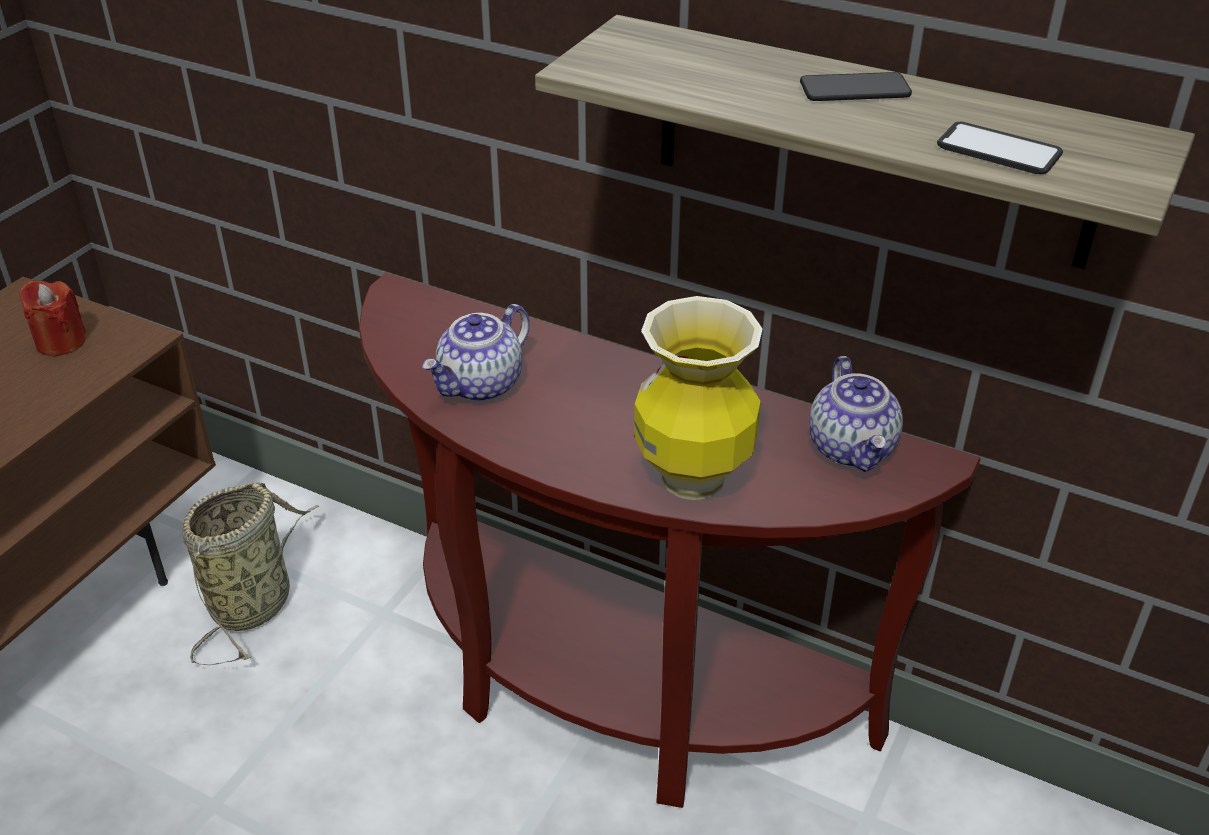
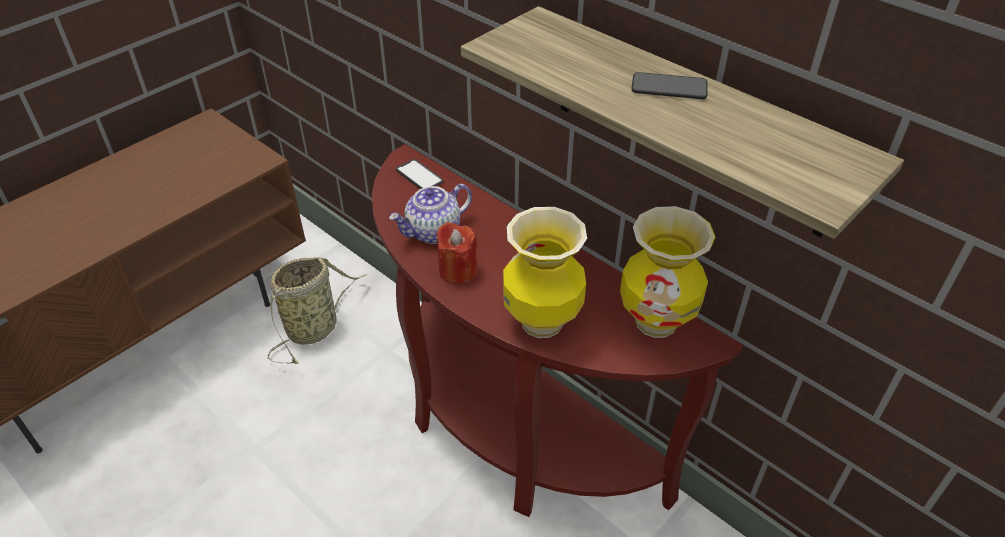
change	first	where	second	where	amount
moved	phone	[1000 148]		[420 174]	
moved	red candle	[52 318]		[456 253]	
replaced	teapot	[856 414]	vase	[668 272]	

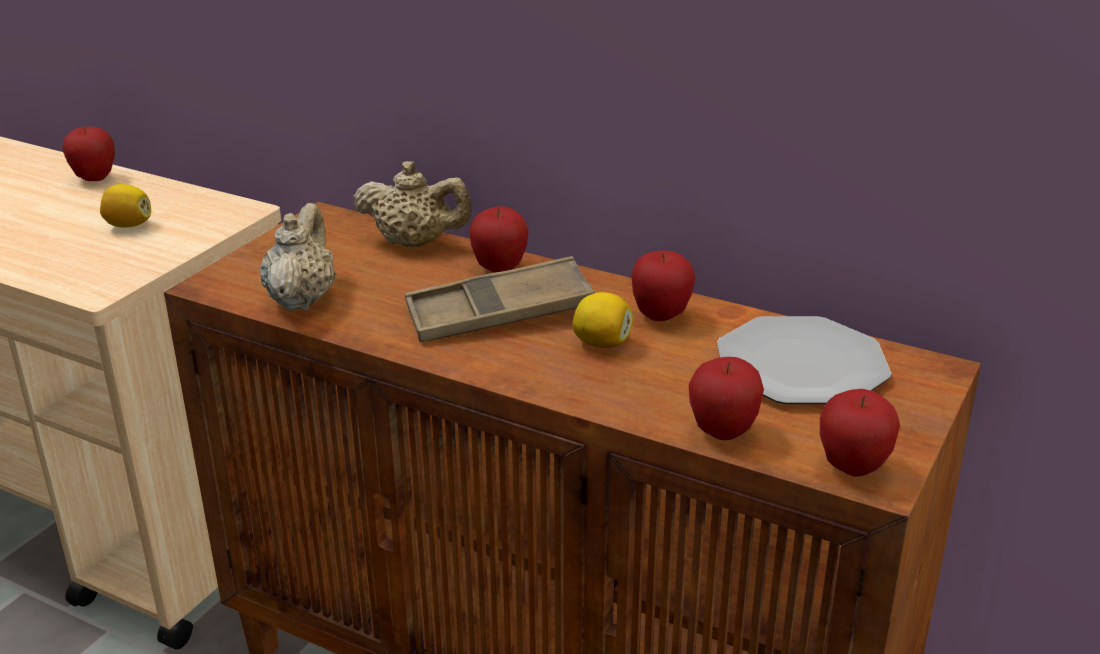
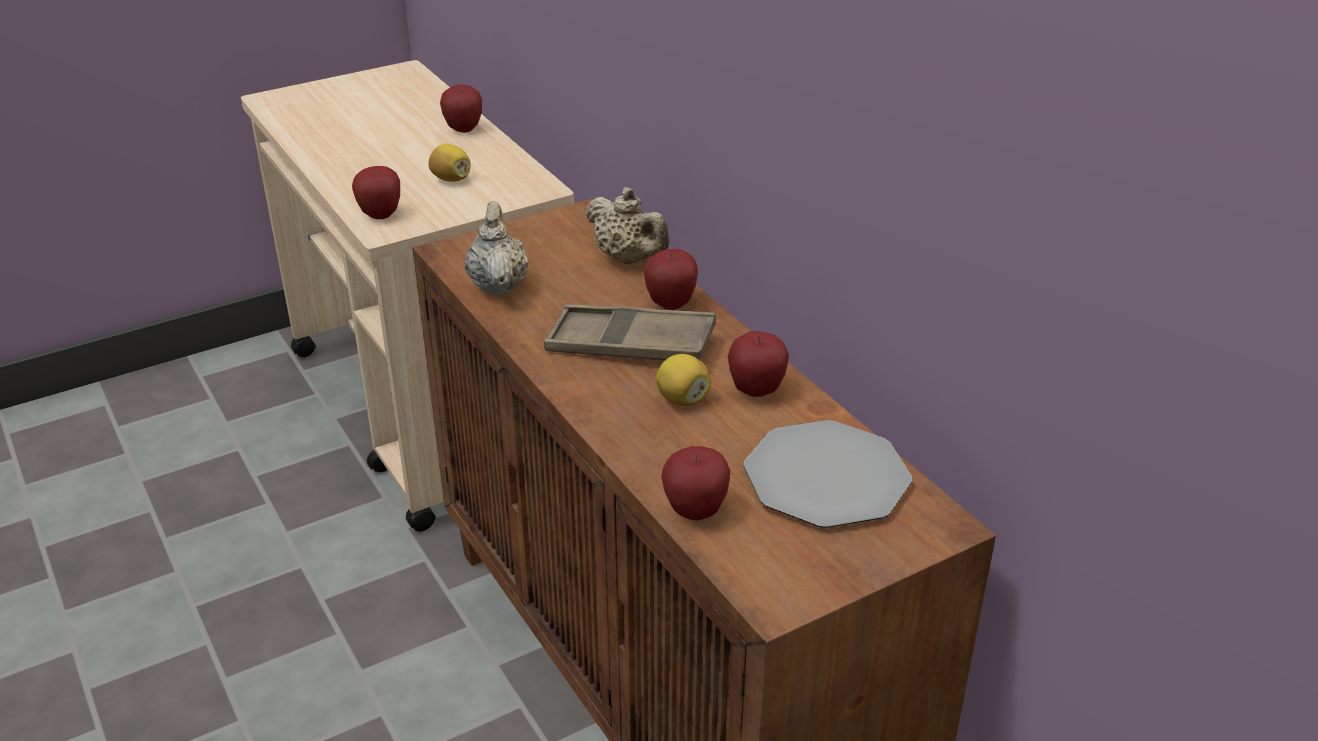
change	first	where	second	where	amount
moved	apple	[860 433]		[376 192]	
turned	beige teapot	[298 257]		[496 248]	45 degrees counterclockwise

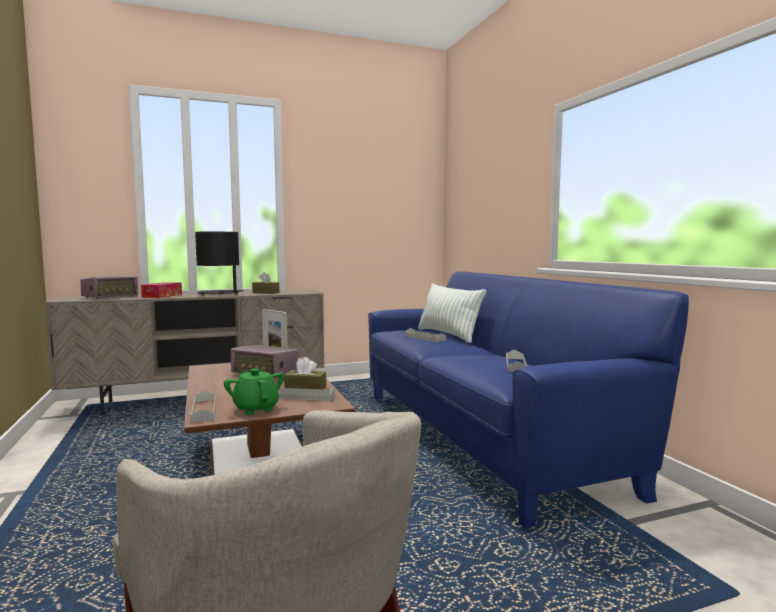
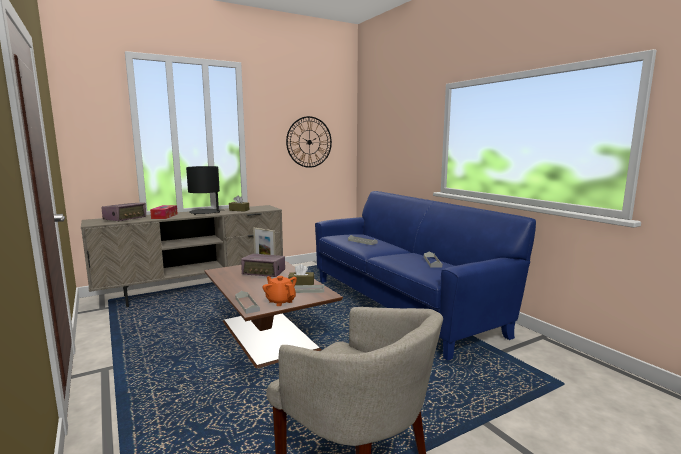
change	first	where	second	where	amount
recoloured	green teapot	[254 391]	orange teapot	[280 291]	
added			wall clock	[309 142]	
removed	pillow	[452 313]			

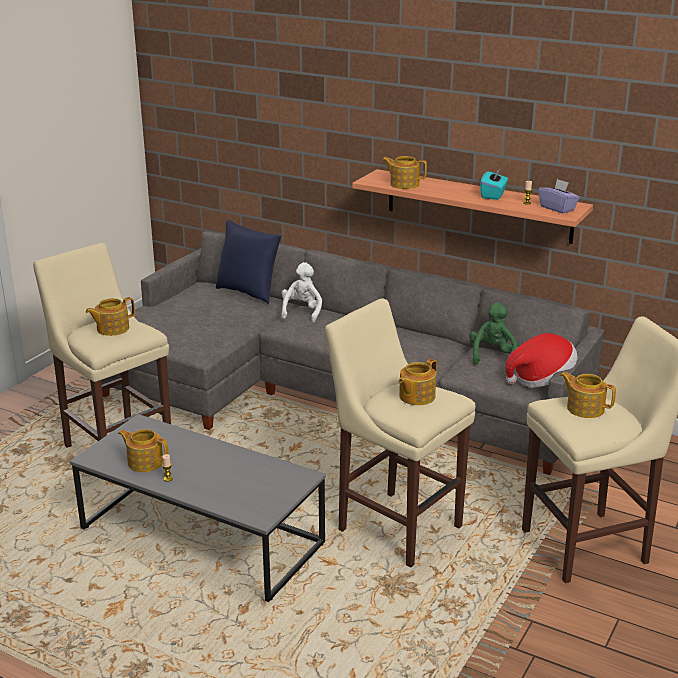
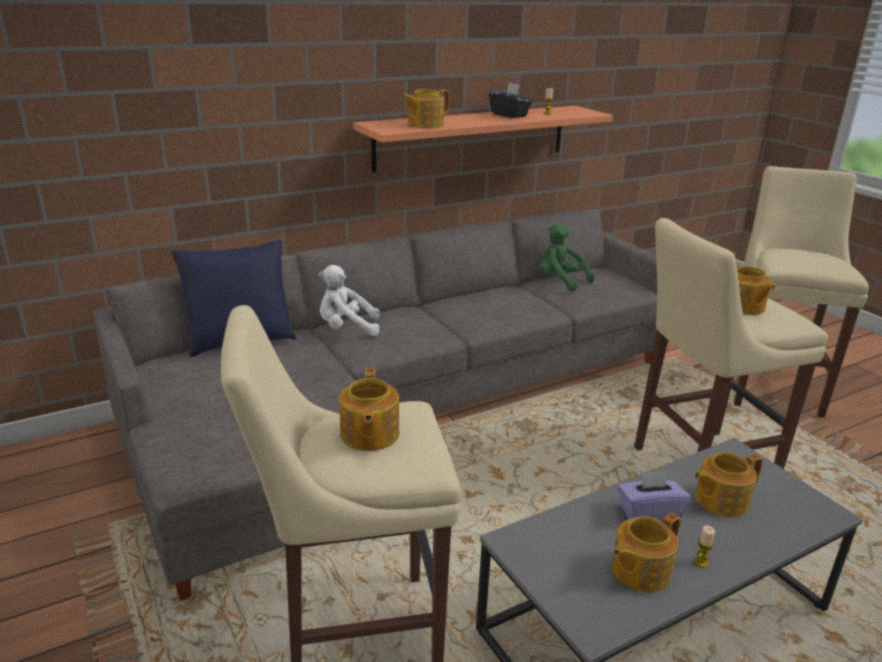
change	first	where	second	where	amount
turned	white plush toy	[301 292]		[349 300]	45 degrees counterclockwise
recoloured	turquoise tissue box	[494 184]	black tissue box	[510 100]	
moved	purple tissue box	[559 196]		[654 496]	
moved	teapot	[588 395]		[728 484]	
removed	hat	[542 360]			

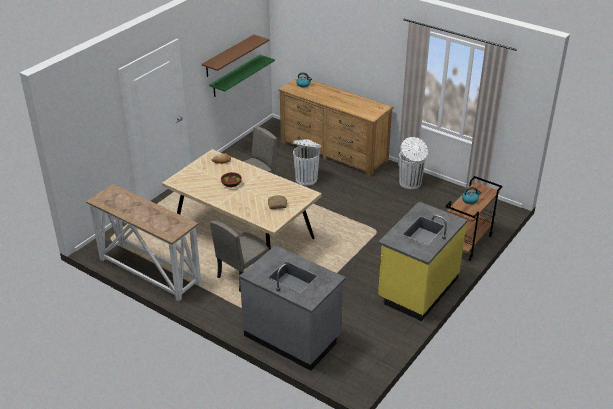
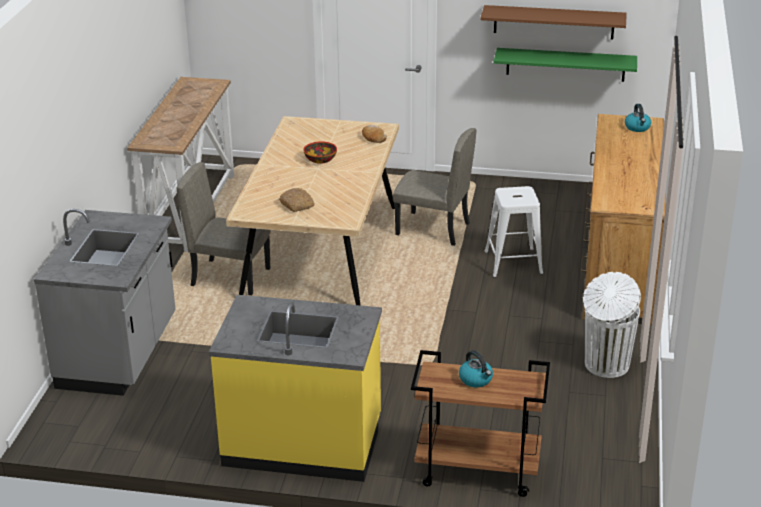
change	first	where	second	where	amount
replaced	white trash can	[307 162]	white stool	[513 232]	

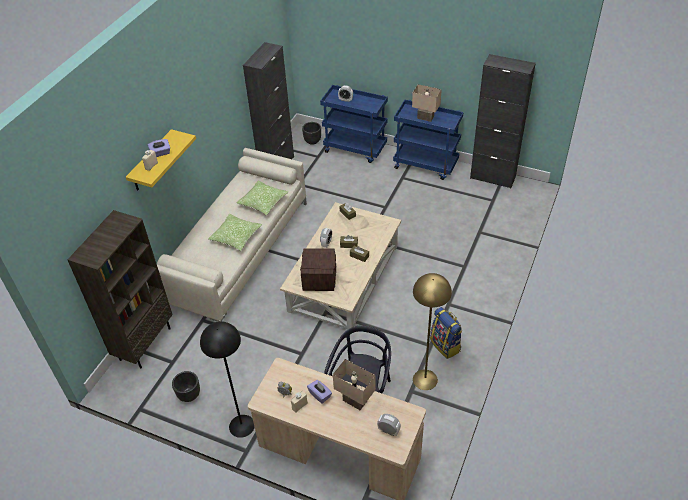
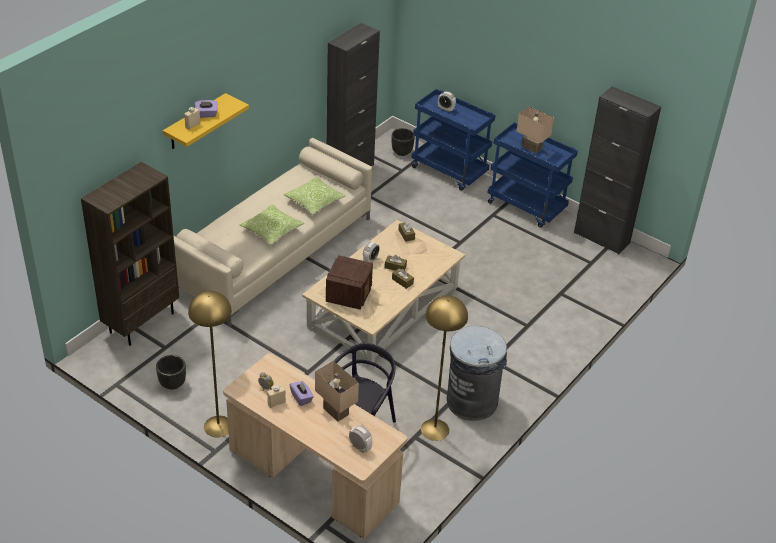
change	first	where	second	where	amount
recoloured	black floor lamp	[227 379]	yellow floor lamp	[210 364]	
replaced	backpack	[446 333]	grey trash can	[477 373]	

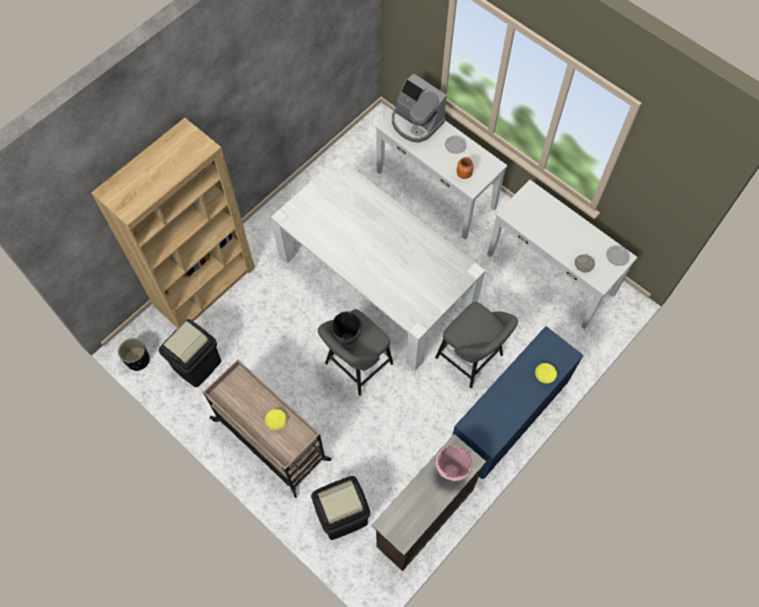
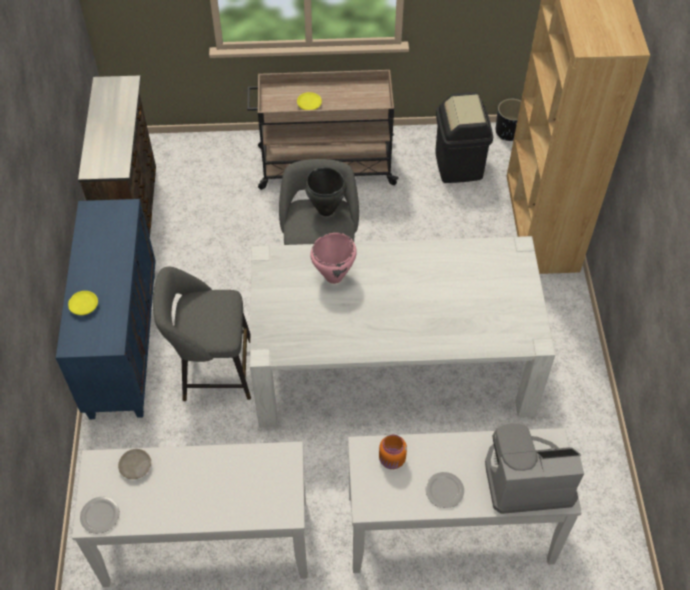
change	first	where	second	where	amount
moved	pink cooking pot	[454 463]		[333 258]	
removed	black trash can	[340 508]			

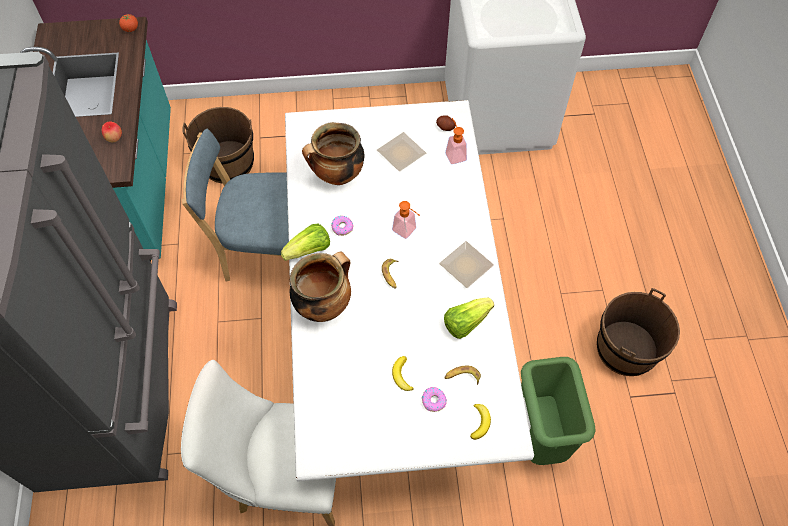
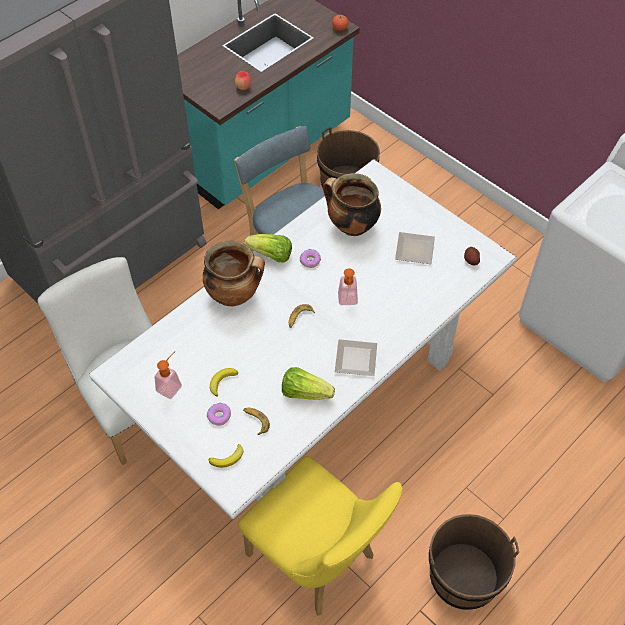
change	first	where	second	where	amount
moved	soap dispenser	[456 141]		[168 375]	
replaced	green trash can	[558 411]	yellow chair	[320 536]	

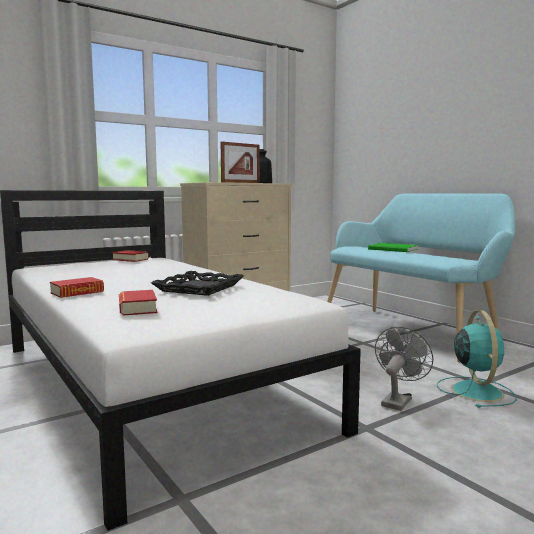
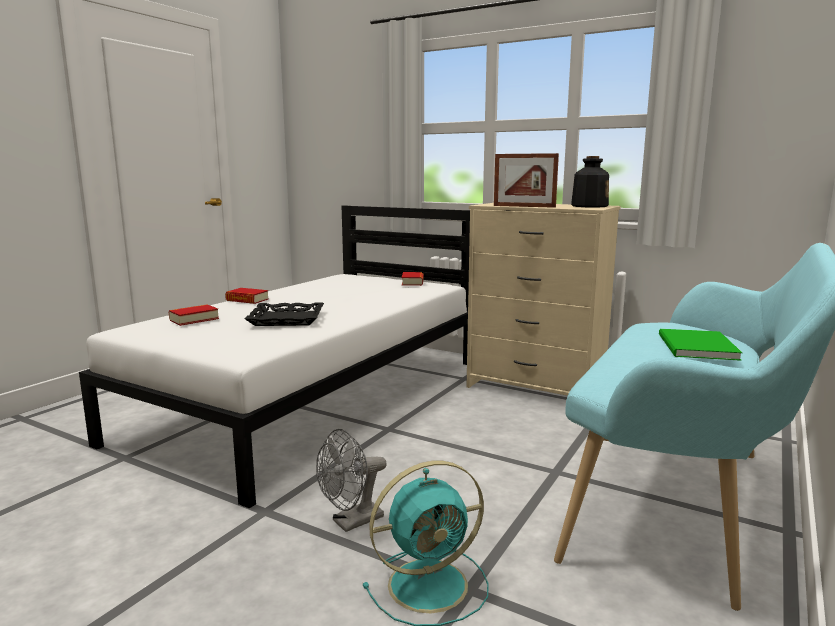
change	first	where	second	where	amount
turned	grey fan	[404 369]		[351 480]	135 degrees clockwise

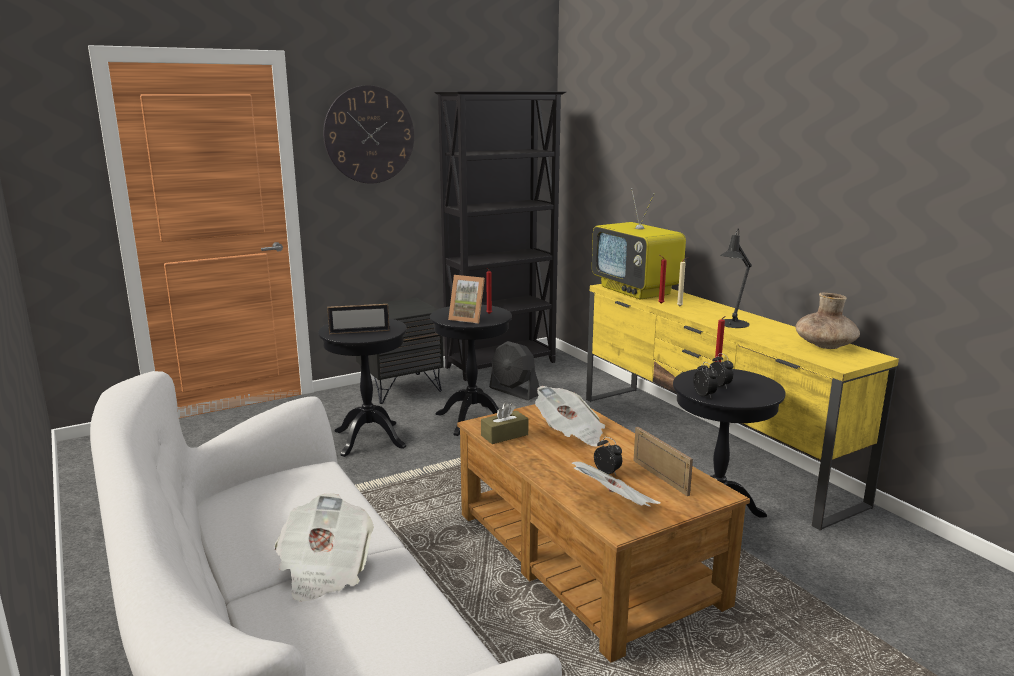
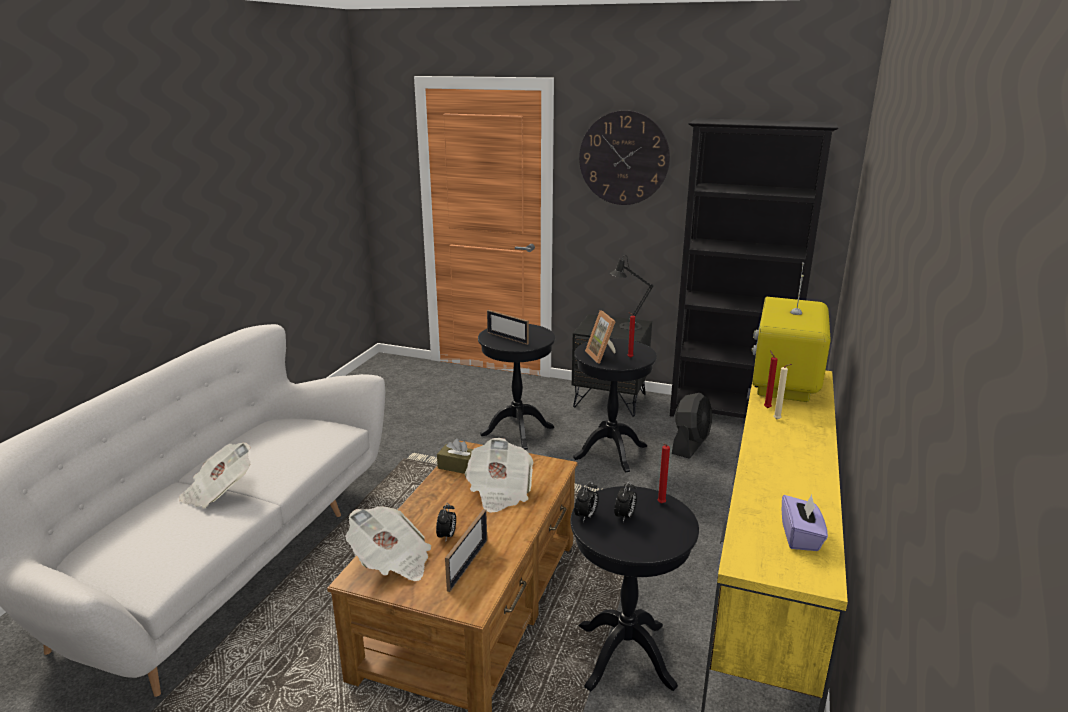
change	first	where	second	where	amount
moved	black table lamp	[736 278]		[631 292]	
turned	black fan	[514 370]		[692 426]	150 degrees counterclockwise
replaced	brown vase	[828 321]	purple tissue box	[805 523]	

